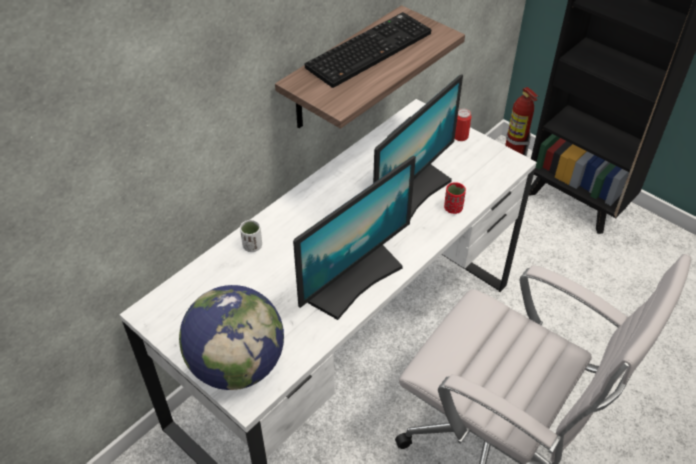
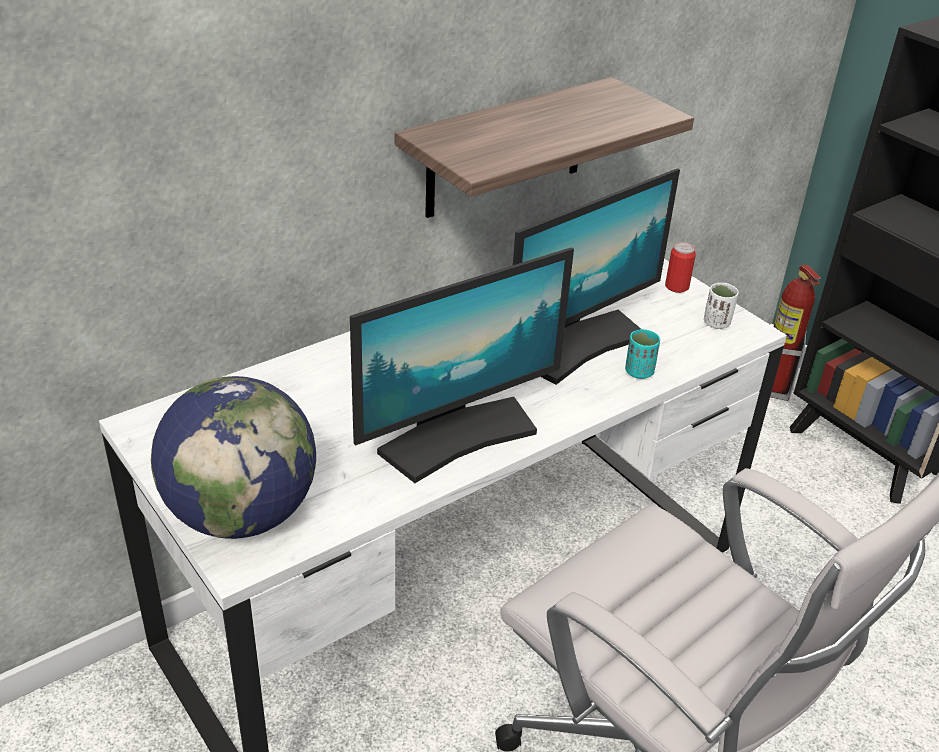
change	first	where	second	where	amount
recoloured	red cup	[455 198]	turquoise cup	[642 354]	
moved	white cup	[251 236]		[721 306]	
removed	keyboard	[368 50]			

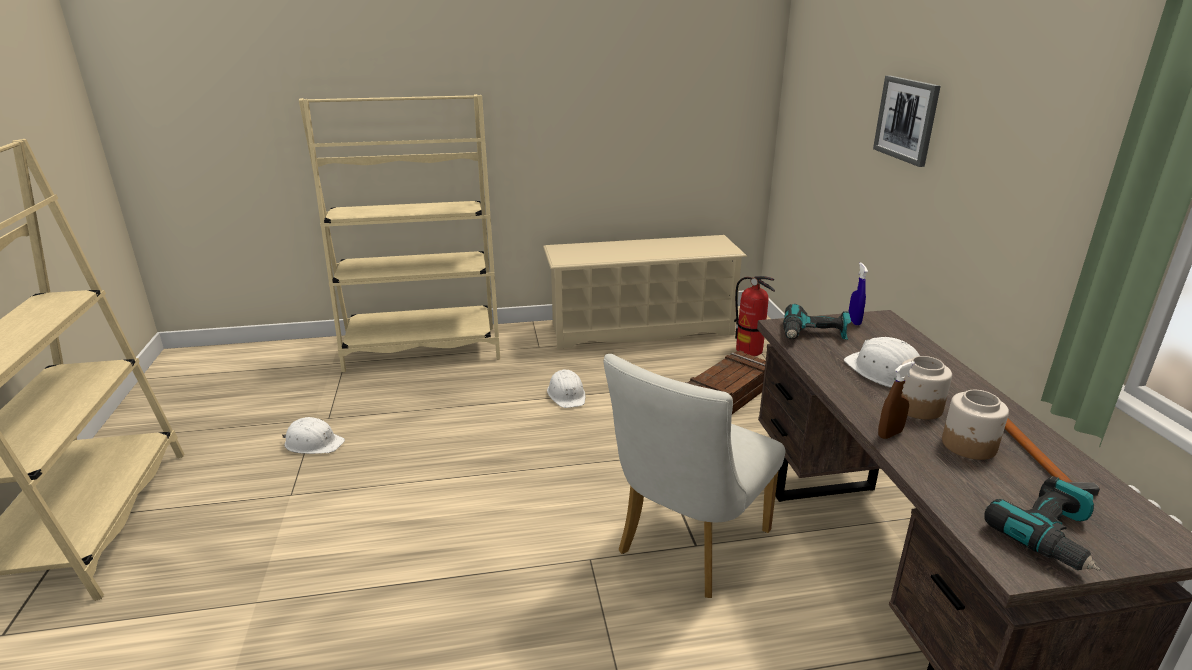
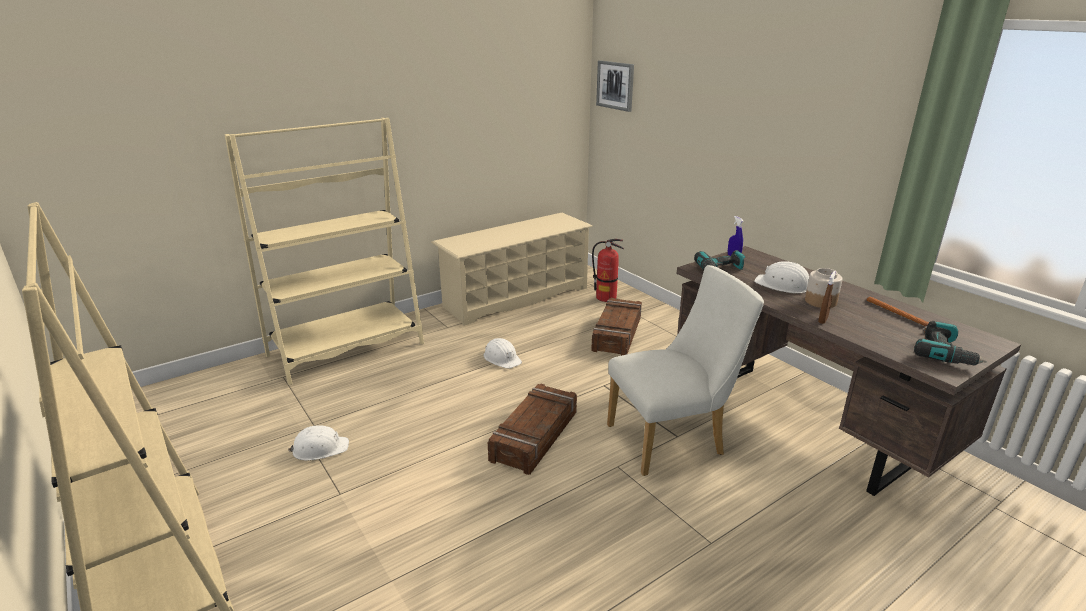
change	first	where	second	where	amount
added			crate	[532 429]	
moved	picture	[907 121]		[615 86]	
turned	white chair	[694 476]		[685 370]	120 degrees counterclockwise
removed	jar	[975 425]			

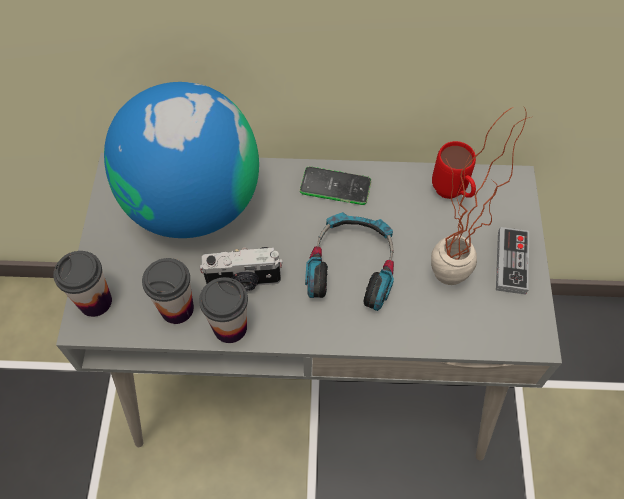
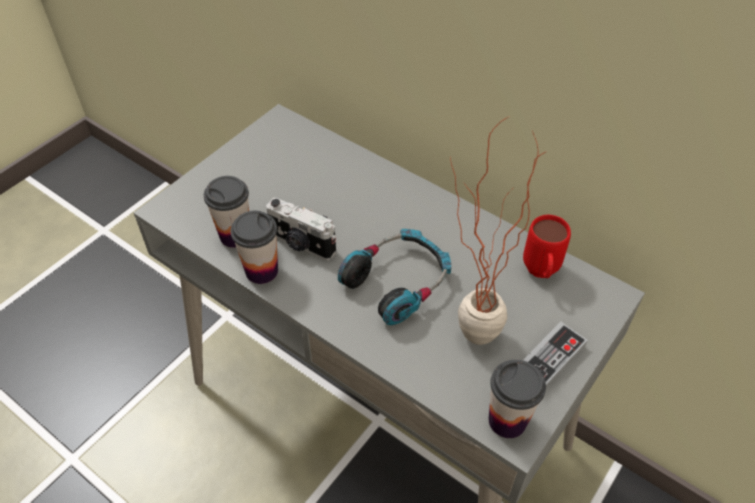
change	first	where	second	where	amount
moved	cup	[82 284]		[517 399]	
removed	globe	[181 160]			
removed	phone	[335 185]			

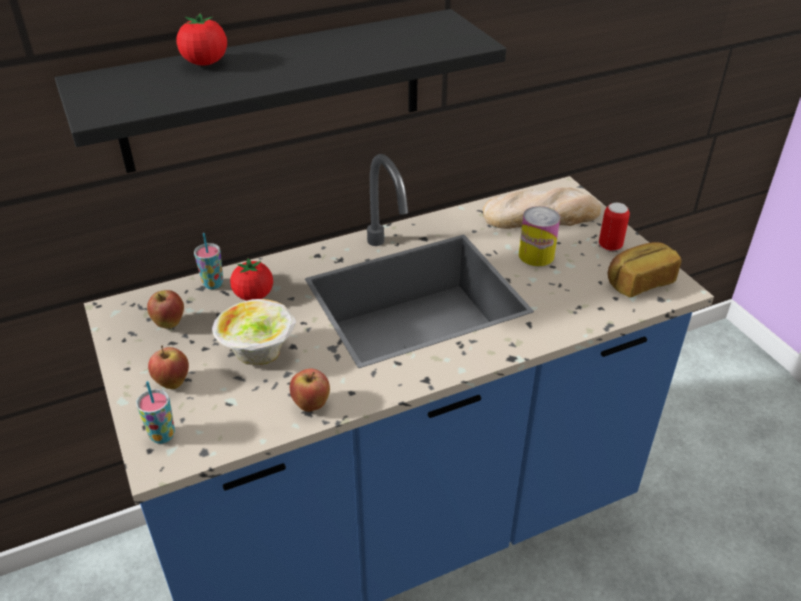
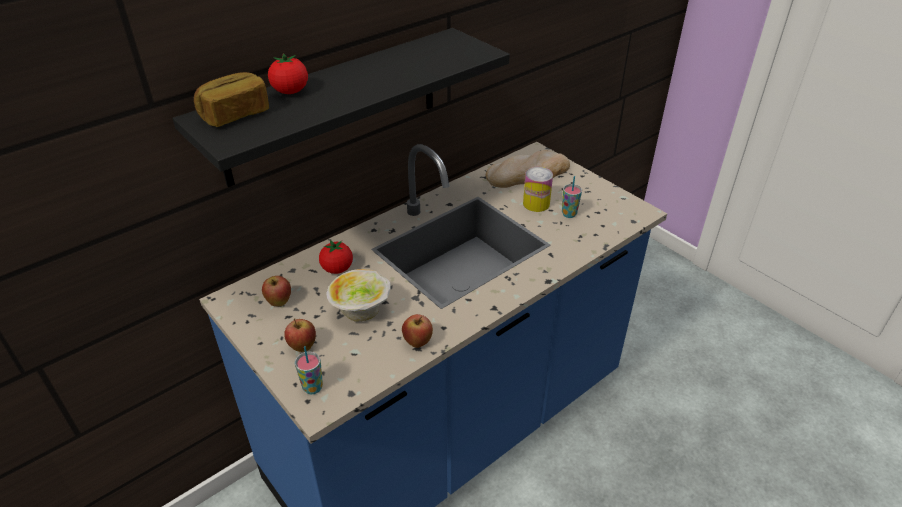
change	first	where	second	where	amount
moved	bread	[645 269]		[231 99]	
moved	cup	[208 261]		[572 197]	
removed	can	[614 227]			

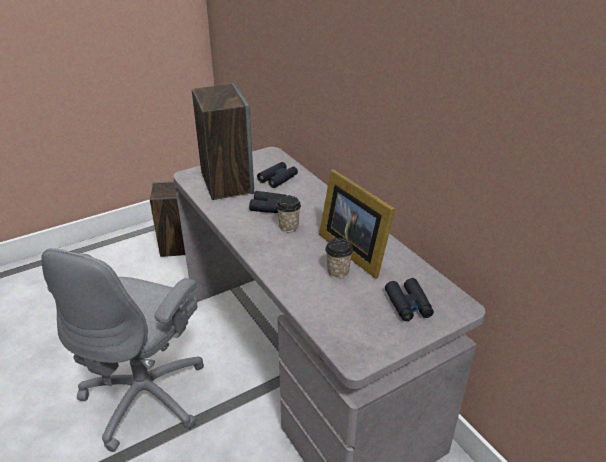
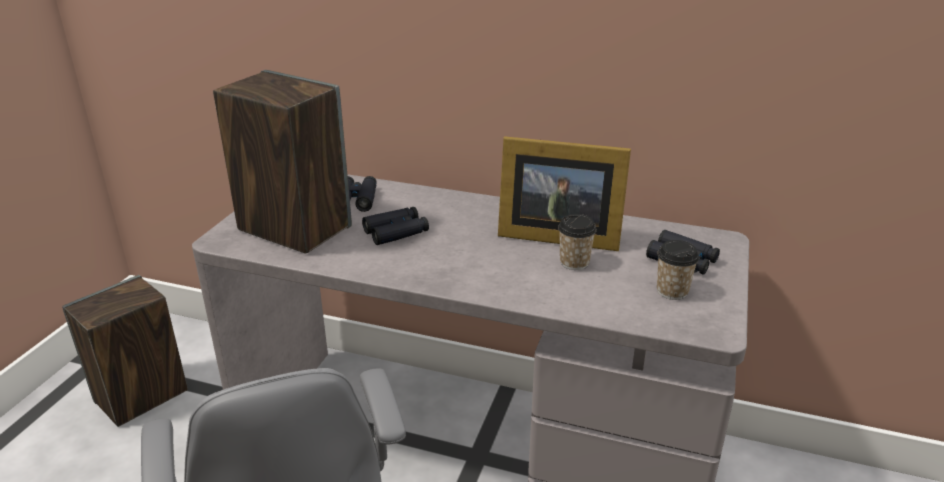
change	first	where	second	where	amount
moved	cup	[288 214]		[678 270]	

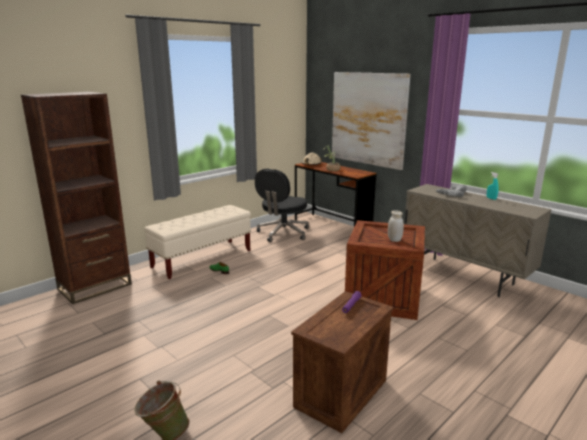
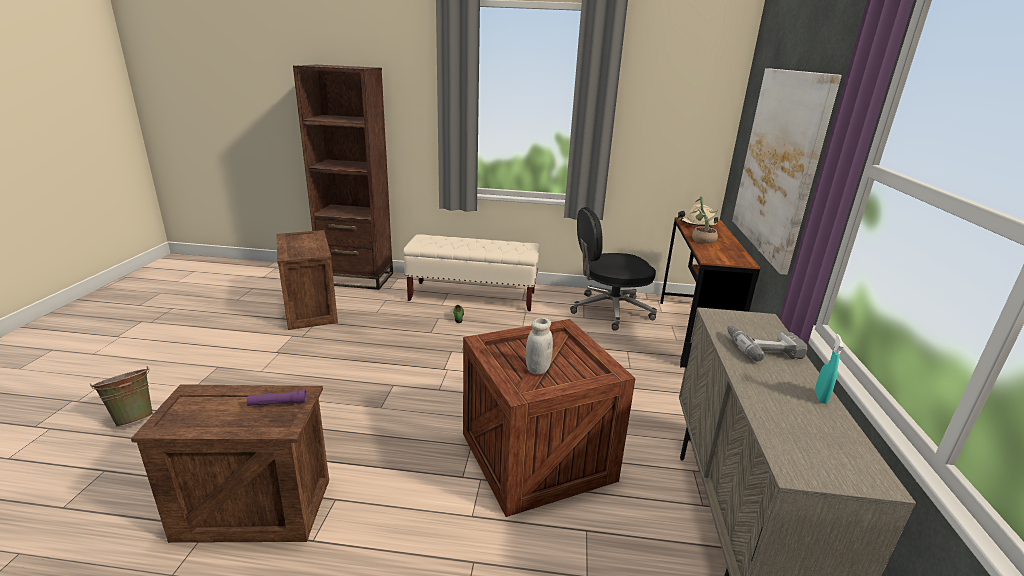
change	first	where	second	where	amount
added			crate	[307 280]	

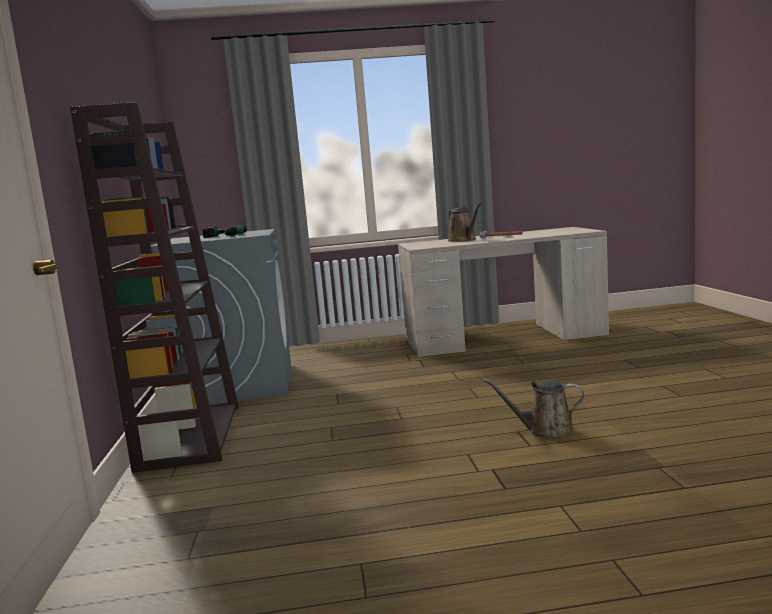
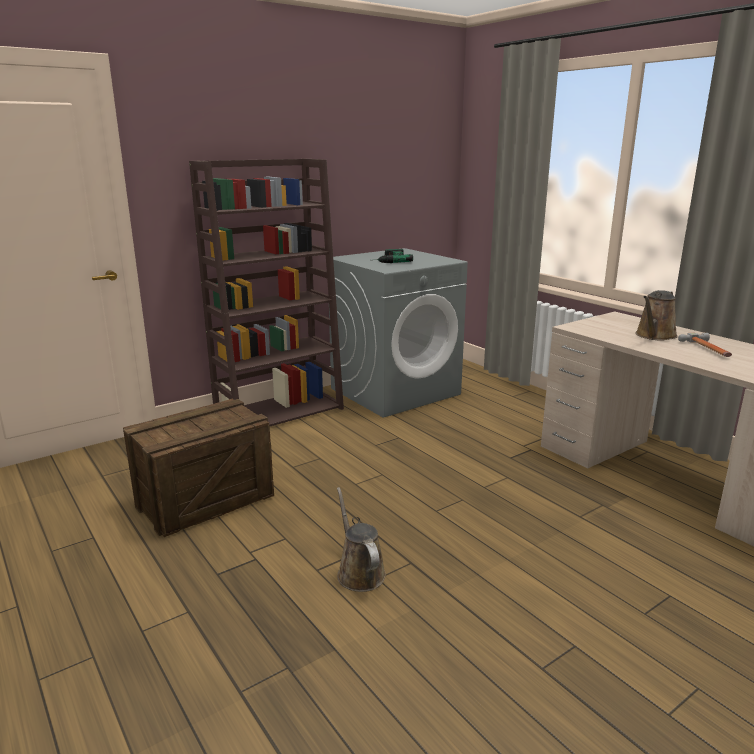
change	first	where	second	where	amount
added			crate	[198 468]	

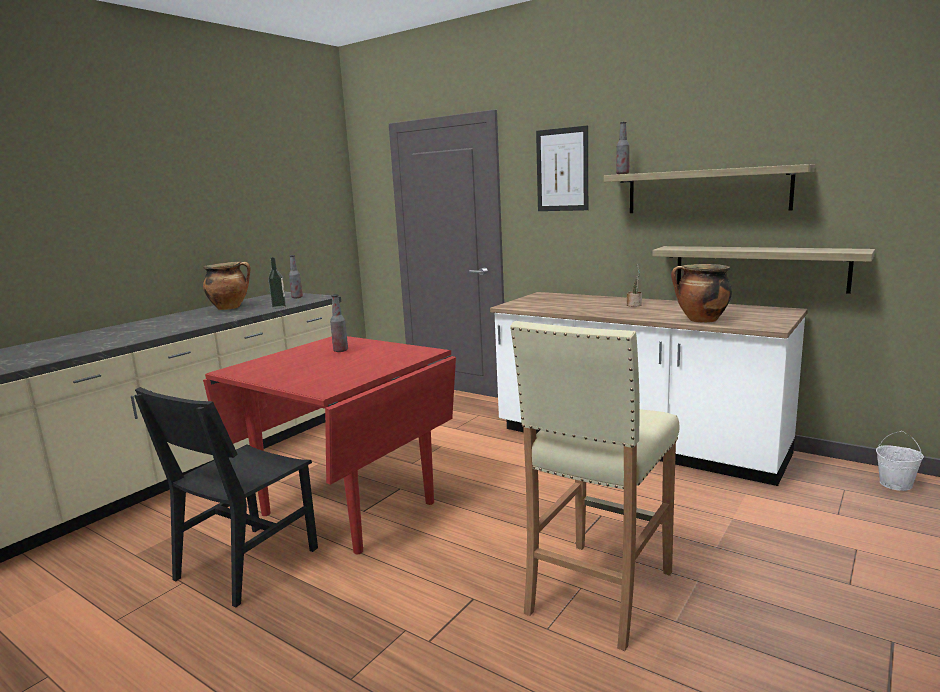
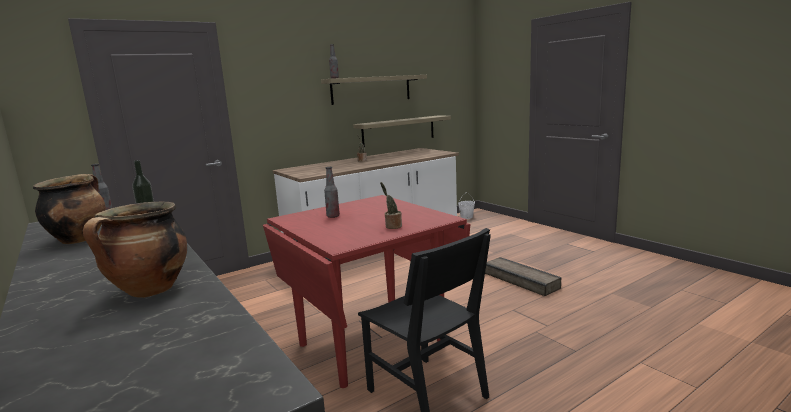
change	first	where	second	where	amount
moved	cooking pot	[701 293]		[135 249]	
added			potted plant	[391 205]	
replaced	beige stool	[594 486]	crate	[523 276]	
removed	picture	[562 168]			

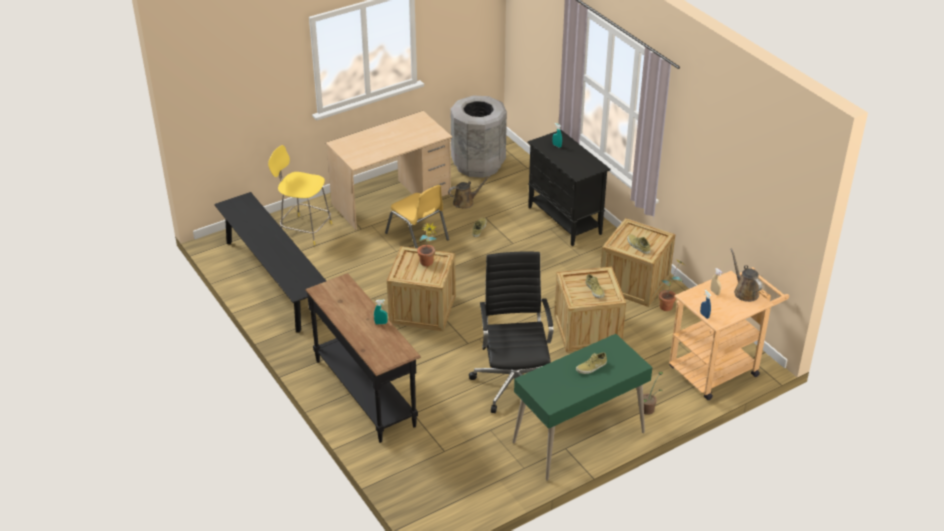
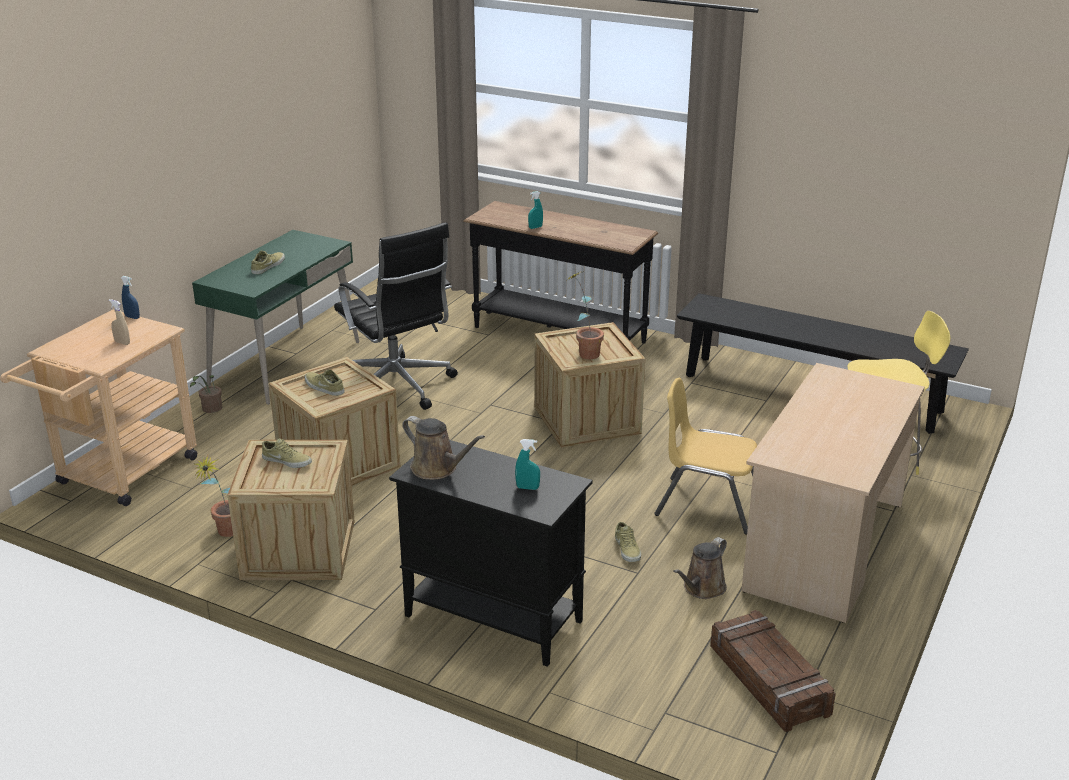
change	first	where	second	where	amount
moved	brown watering can	[746 275]		[443 448]	
replaced	grey trash can	[479 136]	crate	[773 671]	

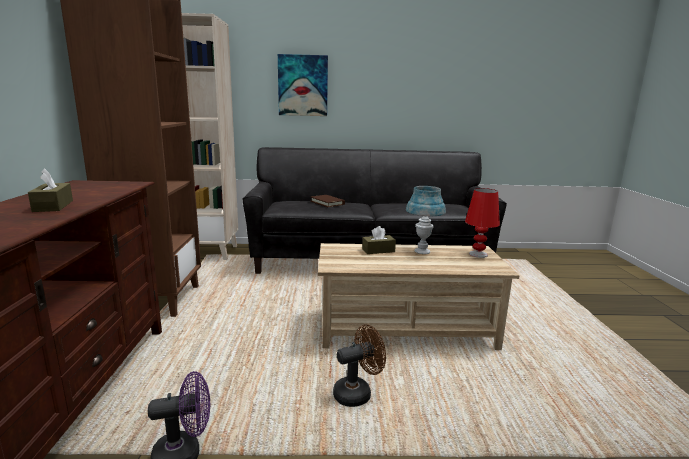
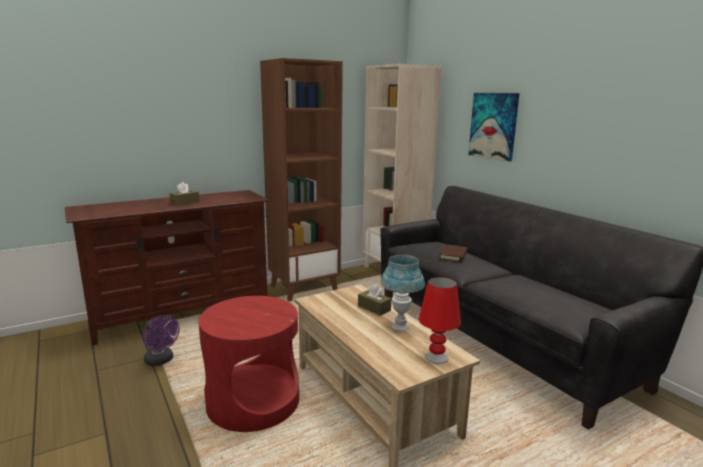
change	first	where	second	where	amount
replaced	brown fan	[359 365]	red side table	[249 364]	

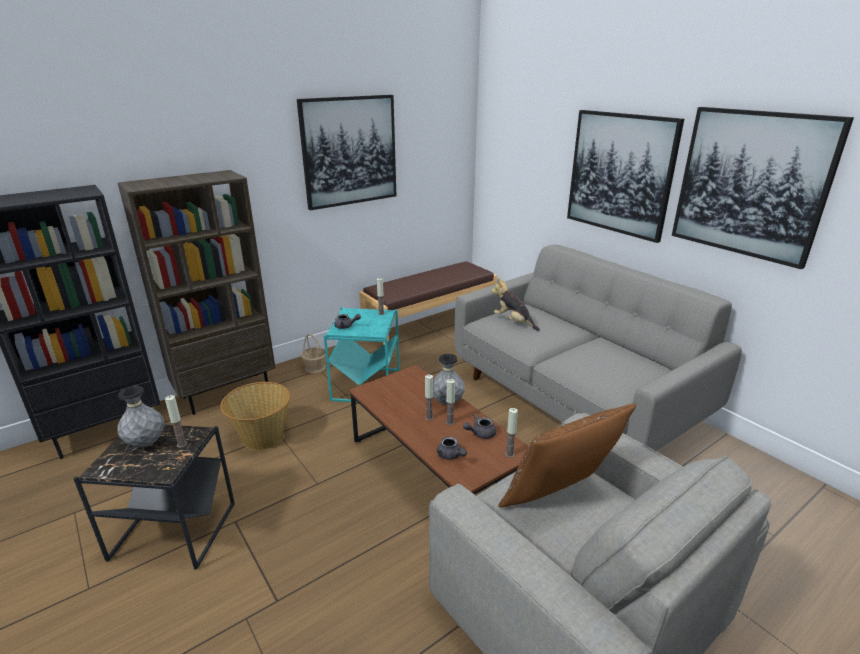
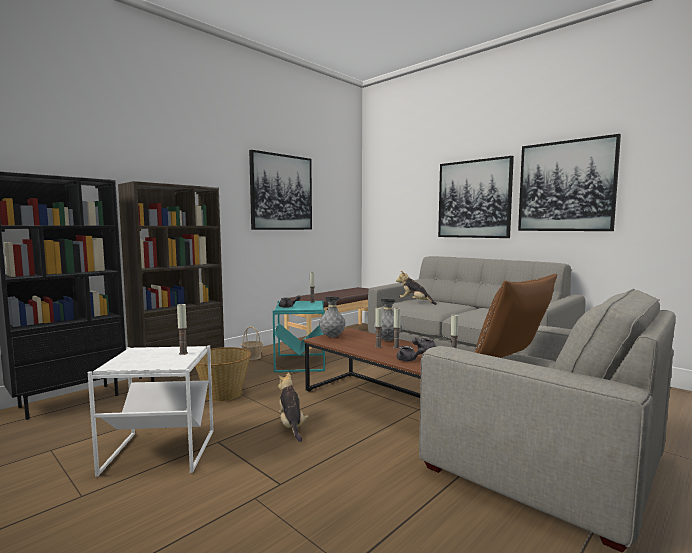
change	first	where	second	where	amount
recoloured	black side table	[154 497]	white side table	[150 411]	
added			plush toy	[293 407]	
moved	grey vase	[140 416]		[332 316]	

